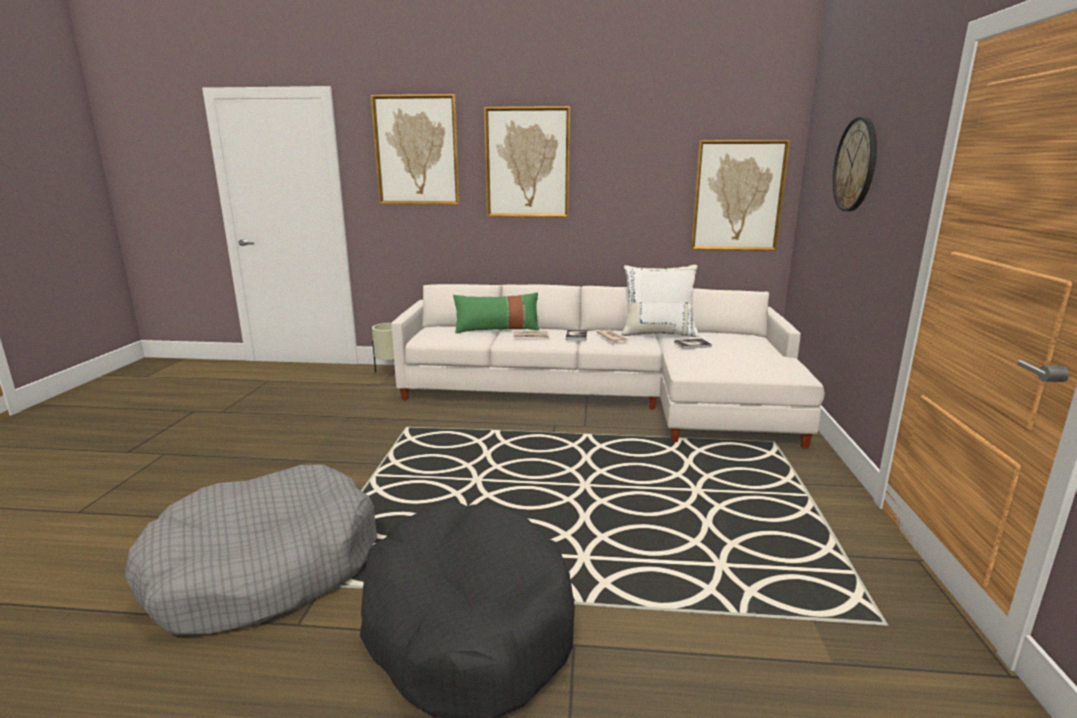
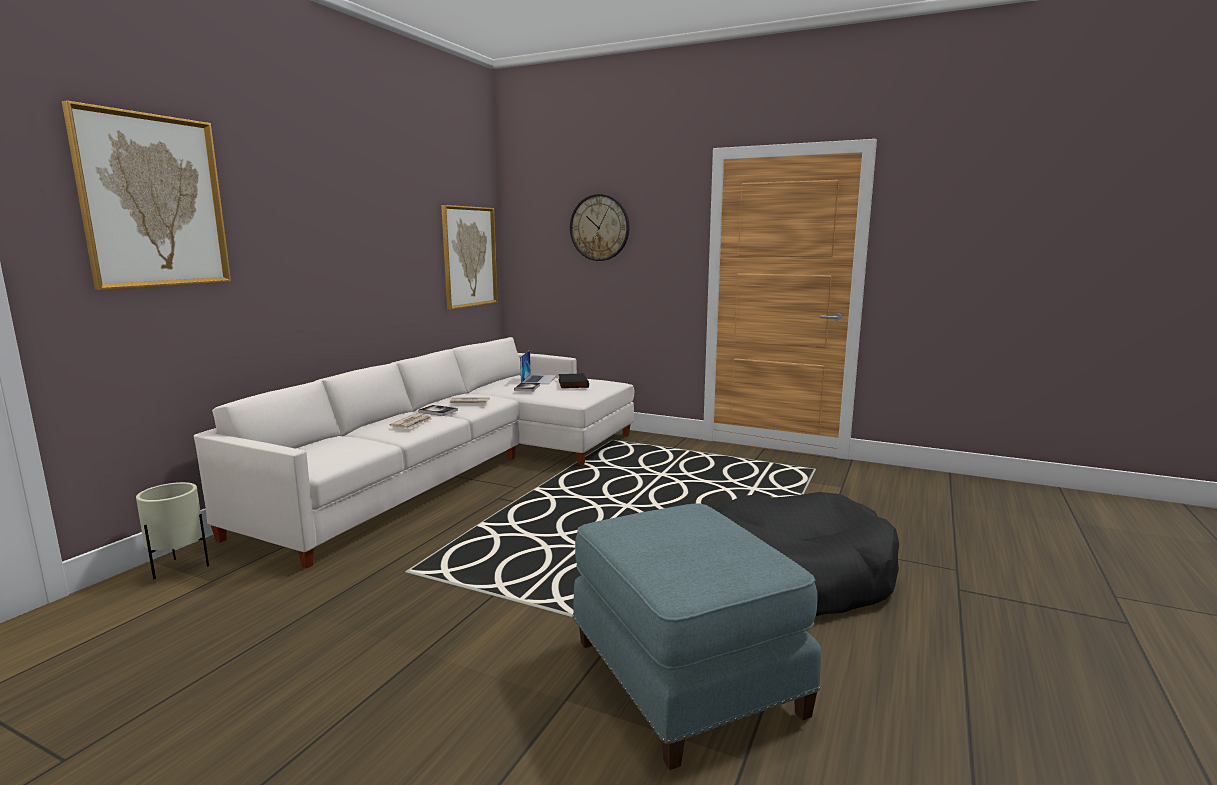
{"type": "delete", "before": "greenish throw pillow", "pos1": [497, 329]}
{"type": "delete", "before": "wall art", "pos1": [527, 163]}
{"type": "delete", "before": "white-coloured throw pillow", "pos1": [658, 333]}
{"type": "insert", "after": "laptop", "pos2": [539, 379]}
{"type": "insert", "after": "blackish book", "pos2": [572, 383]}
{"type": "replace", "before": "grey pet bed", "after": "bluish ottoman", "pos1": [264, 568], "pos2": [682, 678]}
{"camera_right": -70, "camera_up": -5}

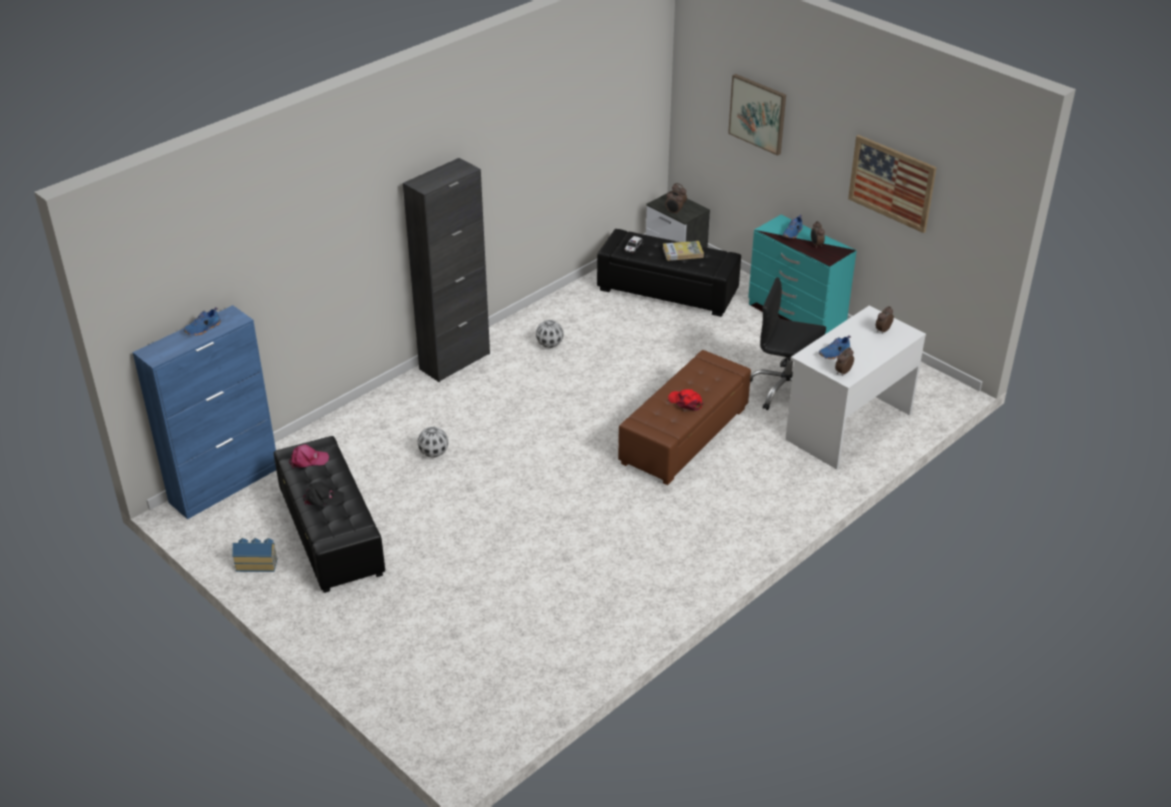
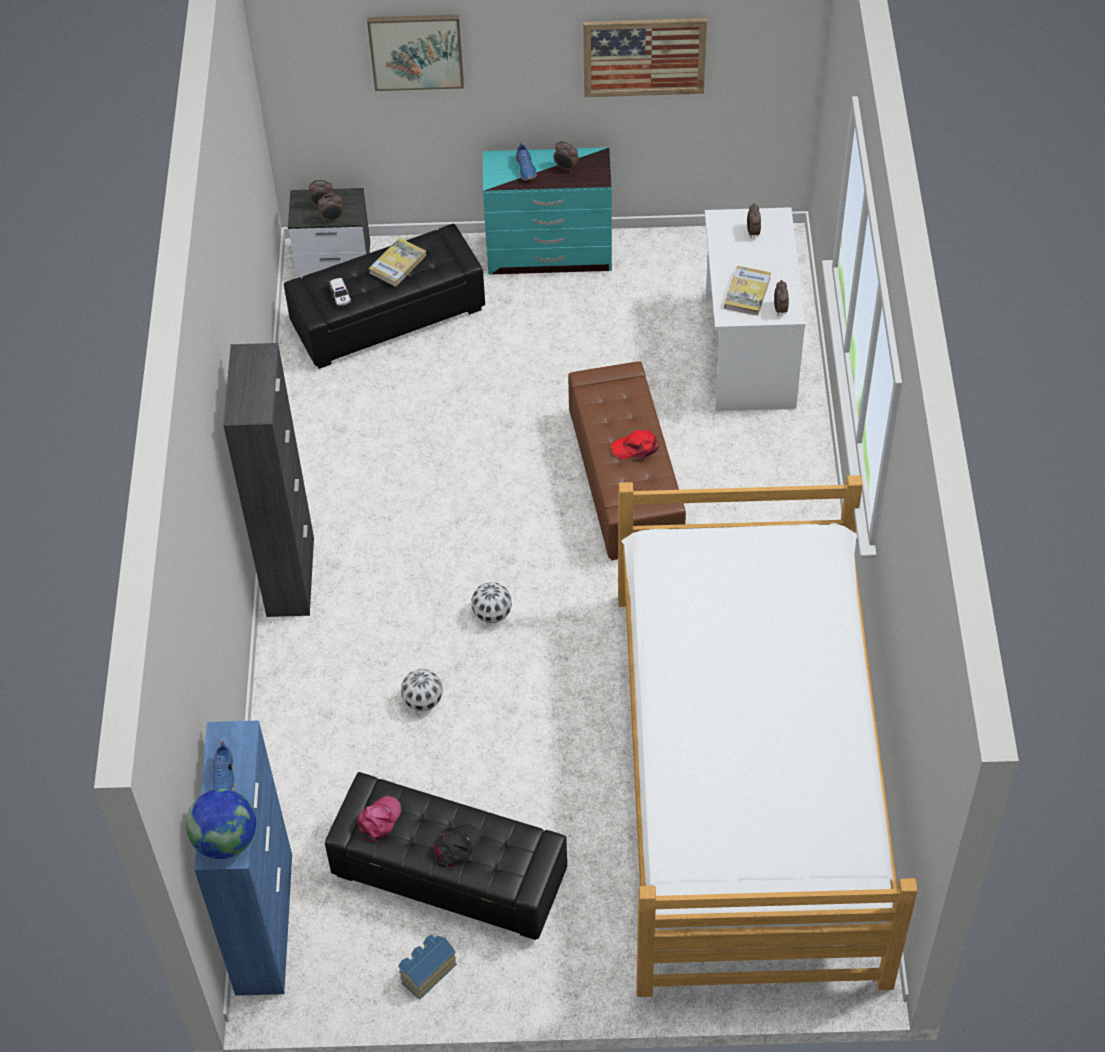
{"type": "delete", "before": "blackish desk chair", "pos1": [785, 390]}
{"type": "insert", "after": "world globe", "pos2": [225, 840]}
{"type": "insert", "after": "bed", "pos2": [745, 782]}
{"type": "move", "before": "ball for football", "pos1": [549, 345], "pos2": [492, 614]}
{"type": "replace", "before": "bluish shoe", "after": "book", "pos1": [834, 353], "pos2": [747, 293]}
{"camera_right": -45, "camera_up": 15}

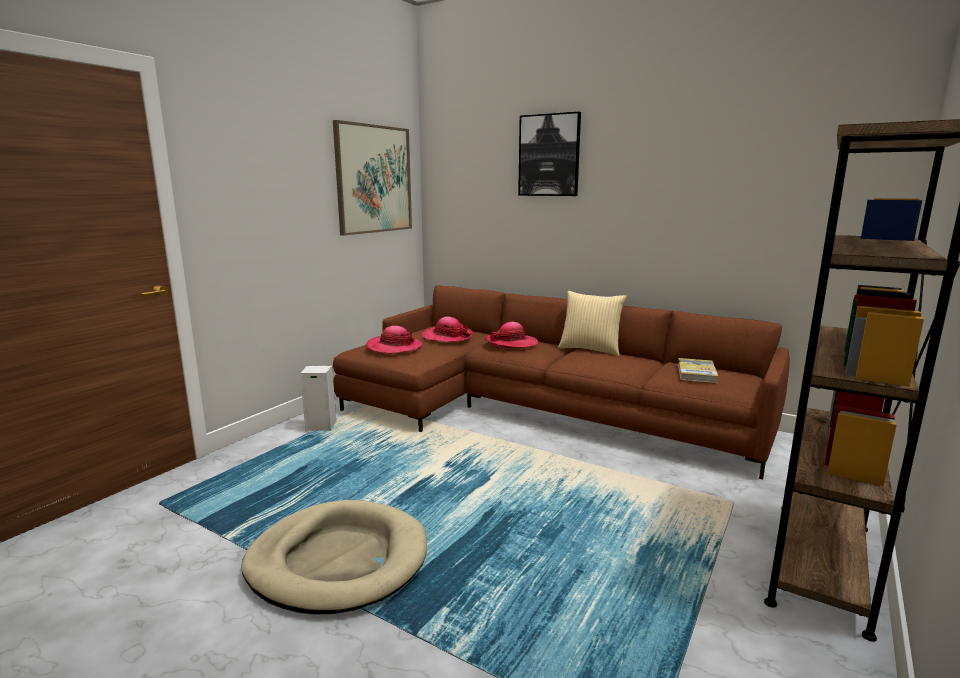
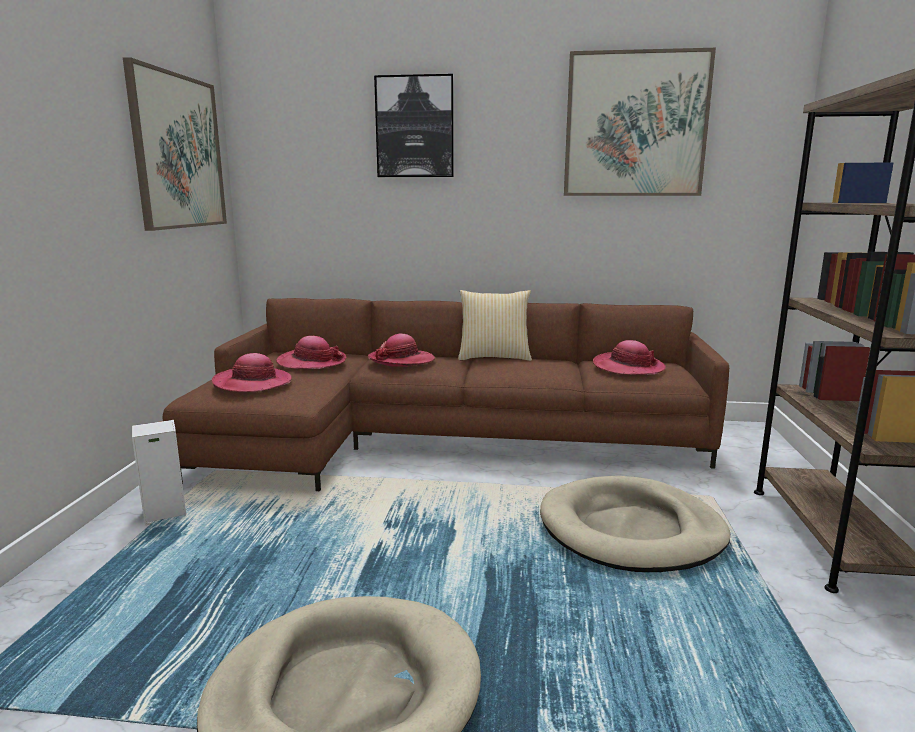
{"type": "insert", "after": "sand-coloured pet bed", "pos2": [631, 530]}
{"type": "insert", "after": "wall art", "pos2": [635, 125]}
{"type": "replace", "before": "book", "after": "wearable hat", "pos1": [696, 373], "pos2": [628, 367]}
{"camera_right": -25, "camera_up": 0}

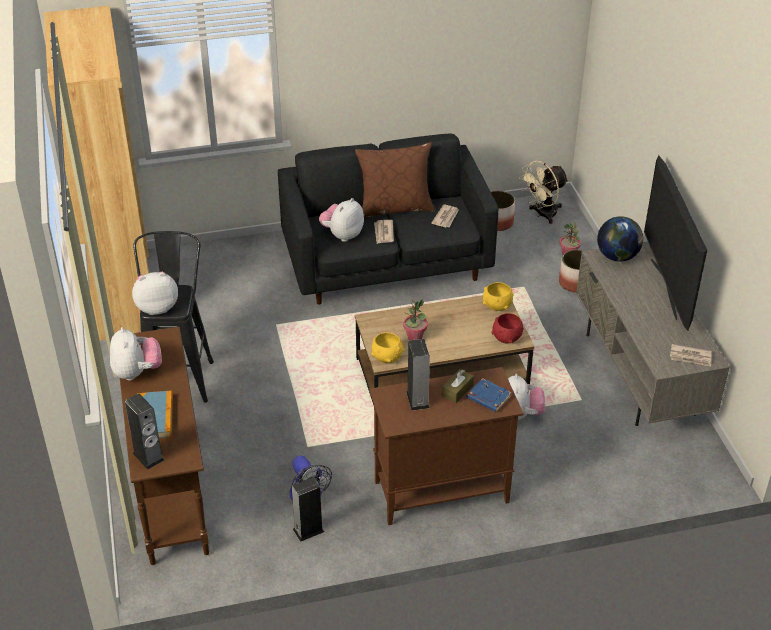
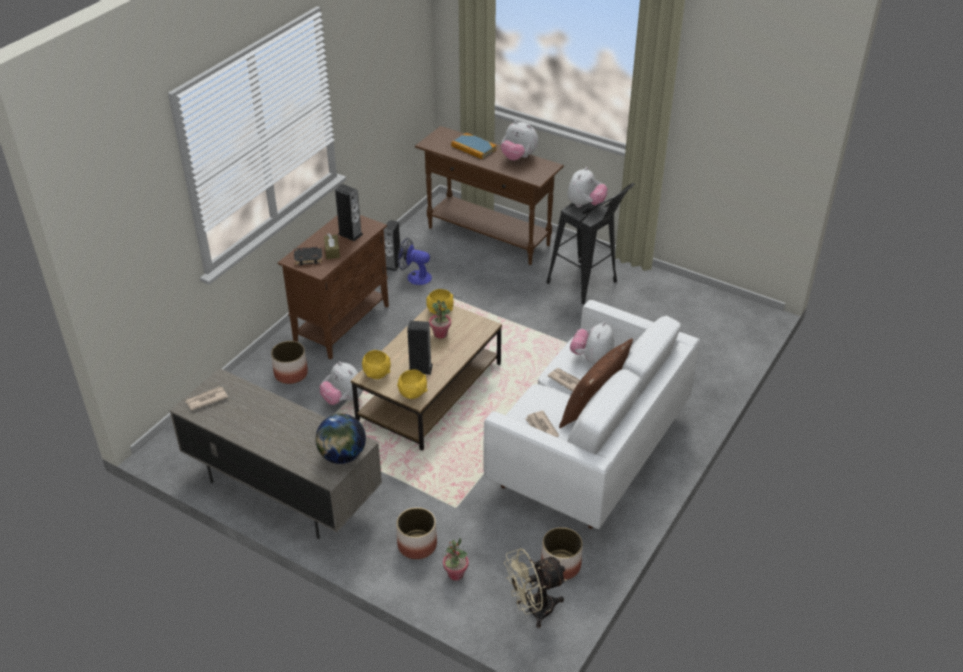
{"type": "delete", "before": "brown bookcase", "pos1": [124, 293]}
{"type": "delete", "before": "television", "pos1": [665, 288]}
{"type": "insert", "after": "flower pot", "pos2": [291, 373]}
{"type": "move", "before": "audio speaker", "pos1": [148, 456], "pos2": [420, 368]}
{"type": "recolor", "before": "blackish settee", "after": "white-coloured settee", "pos1": [387, 264], "pos2": [587, 450]}
{"type": "recolor", "before": "bluish book", "after": "blackish book", "pos1": [488, 398], "pos2": [308, 257]}
{"type": "recolor", "before": "red bowl", "after": "yellowish bowl", "pos1": [506, 338], "pos2": [377, 373]}
{"type": "rotate", "before": "plush toy", "pos1": [342, 235], "pos2": [592, 359], "turn": -150}
{"type": "rotate", "before": "sand-coloured fan", "pos1": [542, 214], "pos2": [533, 609], "turn": -120}
{"camera_right": 135, "camera_up": 0}

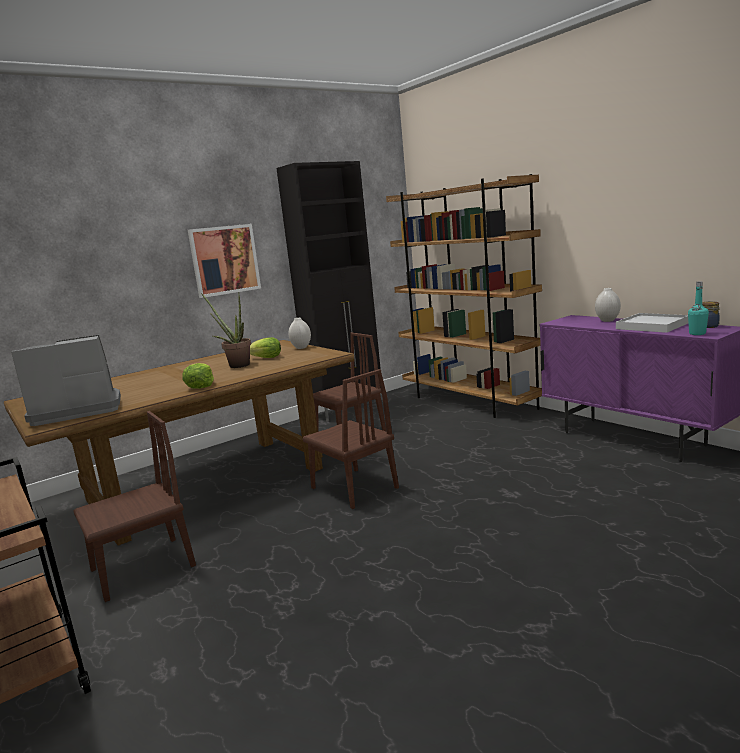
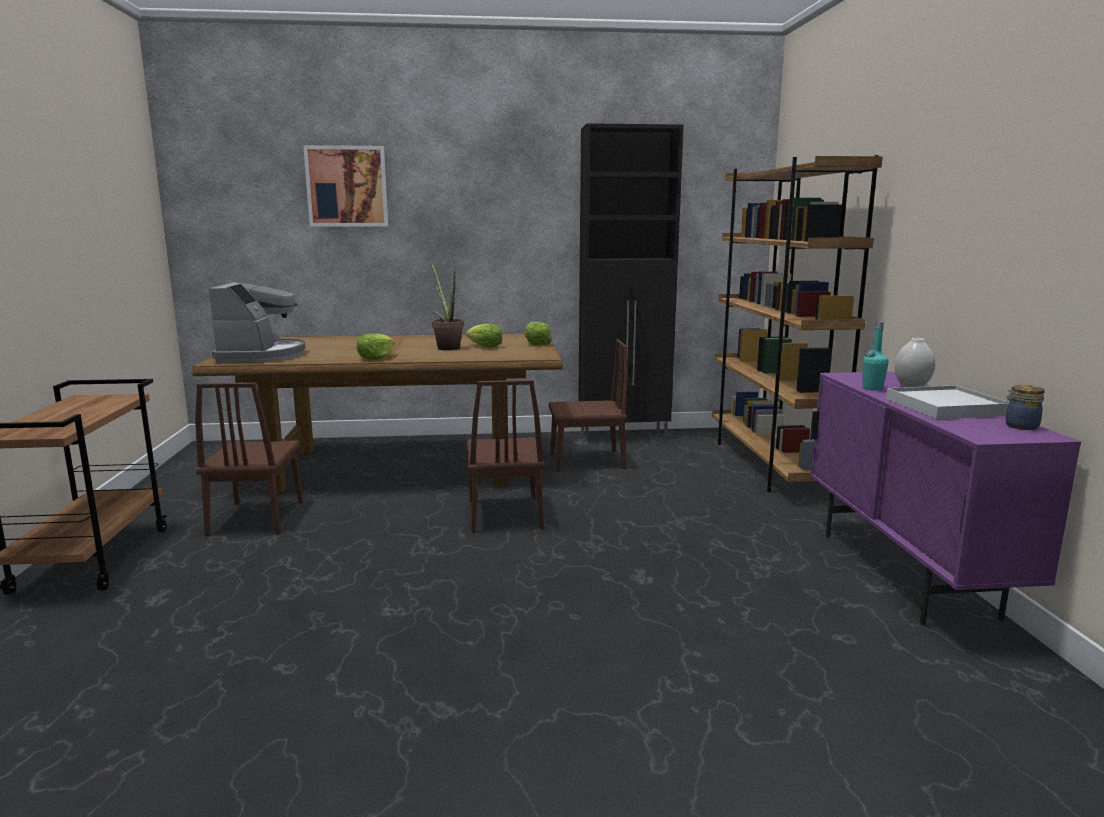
{"type": "move", "before": "wall art", "pos1": [224, 260], "pos2": [347, 186]}
{"type": "move", "before": "turquoise beverage bottle", "pos1": [697, 333], "pos2": [872, 388]}
{"type": "replace", "before": "white-coloured decorative vase", "after": "lettuce head", "pos1": [301, 348], "pos2": [536, 344]}
{"type": "rotate", "before": "coffee machine", "pos1": [76, 410], "pos2": [261, 355], "turn": 75}
{"type": "rotate", "before": "brown chair", "pos1": [142, 568], "pos2": [256, 518], "turn": 90}
{"camera_right": 30, "camera_up": 0}

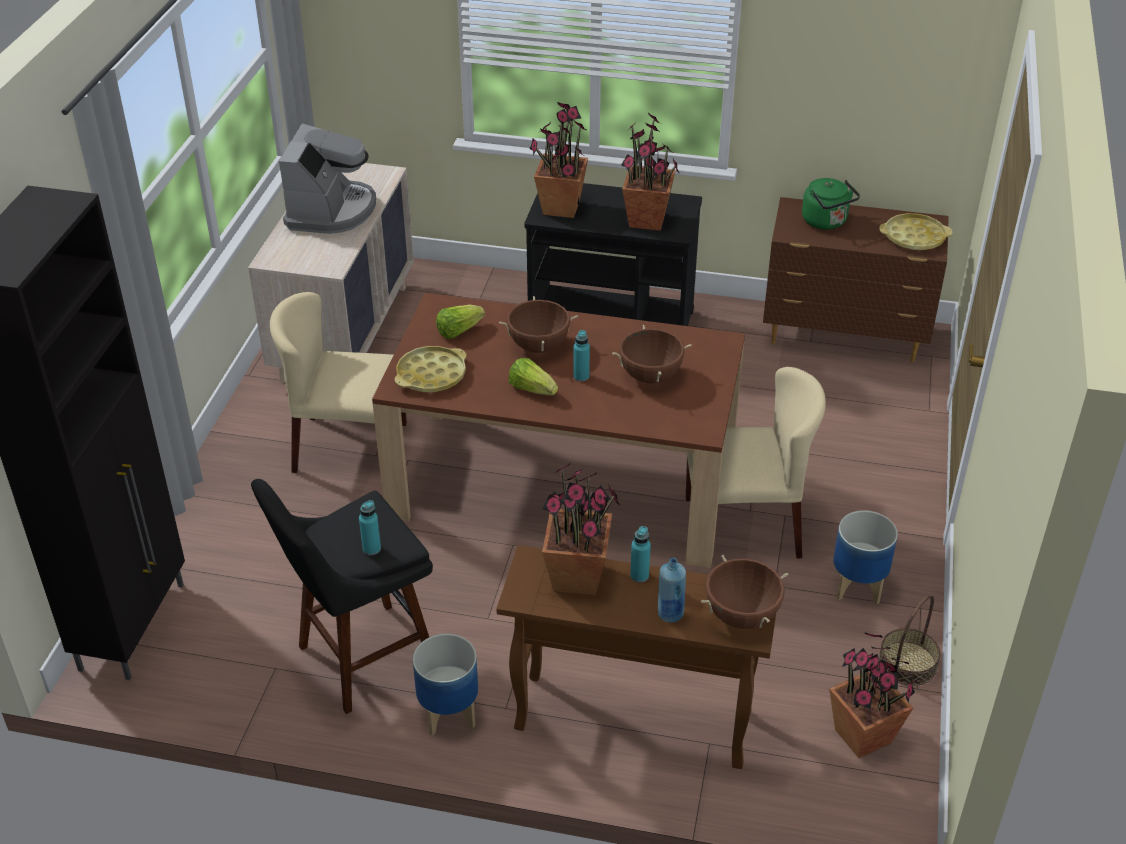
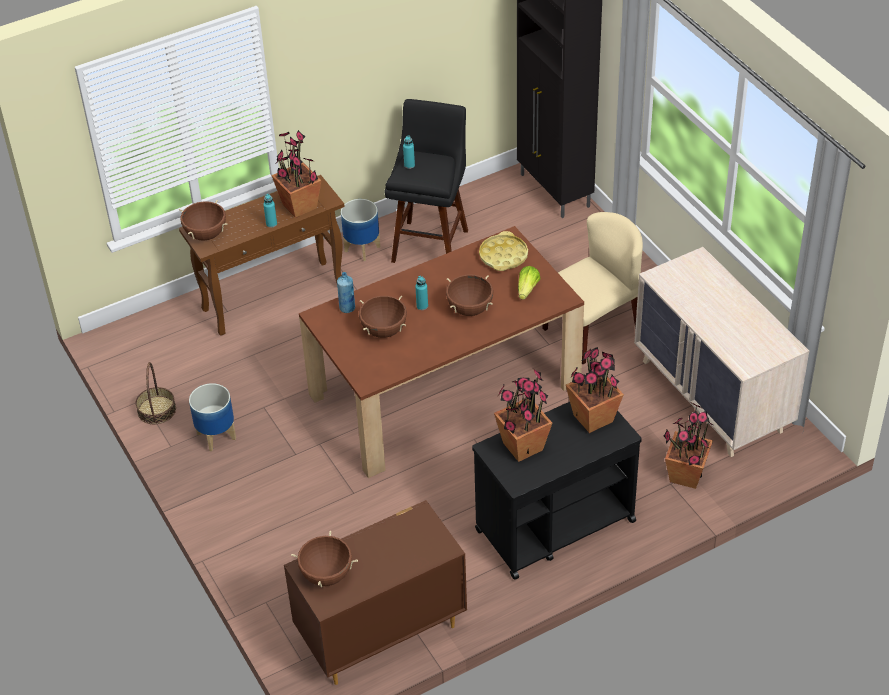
{"type": "delete", "before": "coffee machine", "pos1": [331, 211]}
{"type": "delete", "before": "lettuce head", "pos1": [532, 389]}
{"type": "delete", "before": "sand-coloured chair", "pos1": [743, 526]}
{"type": "delete", "before": "greenish kettle", "pos1": [826, 222]}
{"type": "move", "before": "bluish beverage bottle", "pos1": [670, 614], "pos2": [347, 308]}
{"type": "move", "before": "houseplant", "pos1": [863, 737], "pos2": [685, 475]}
{"type": "replace", "before": "yellowish carrying tray", "after": "brown saucepot", "pos1": [914, 237], "pos2": [327, 575]}
{"camera_right": 140, "camera_up": 5}

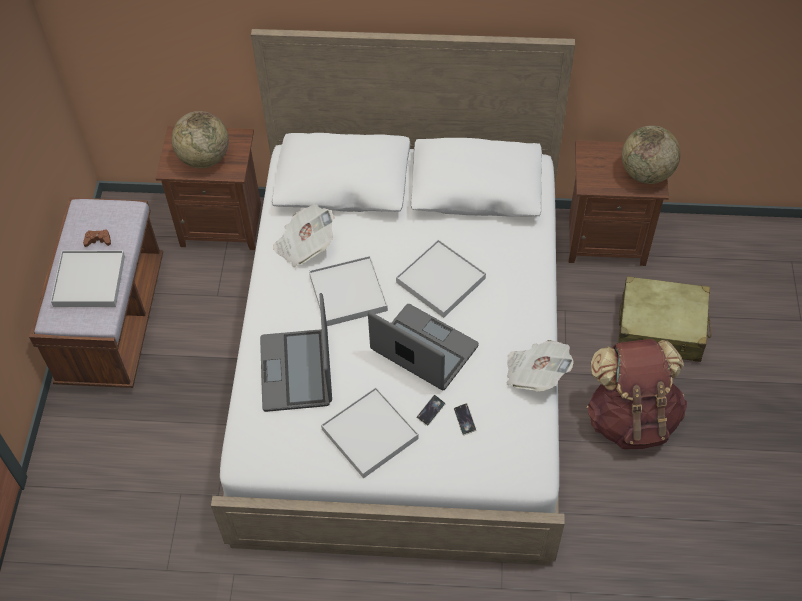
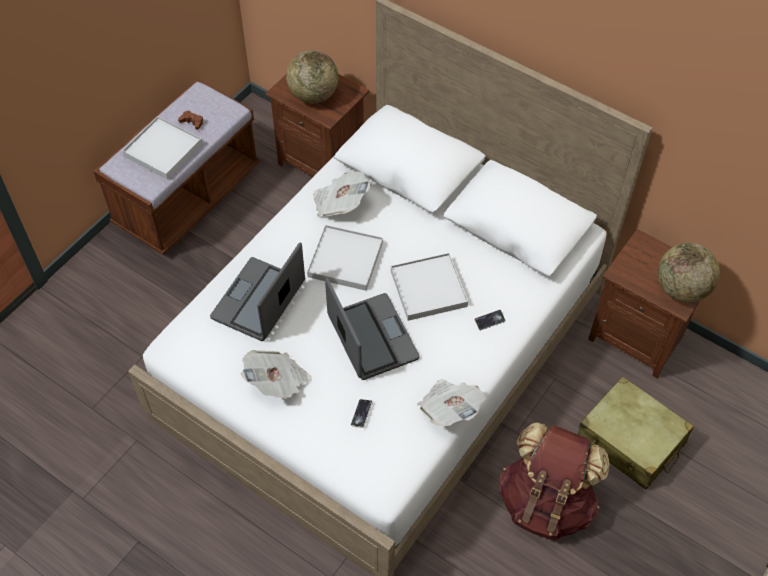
{"type": "move", "before": "telephone", "pos1": [431, 411], "pos2": [489, 321]}
{"type": "replace", "before": "white-coloured carrying tray", "after": "daily paper", "pos1": [370, 434], "pos2": [278, 382]}
{"camera_right": 30, "camera_up": 0}

